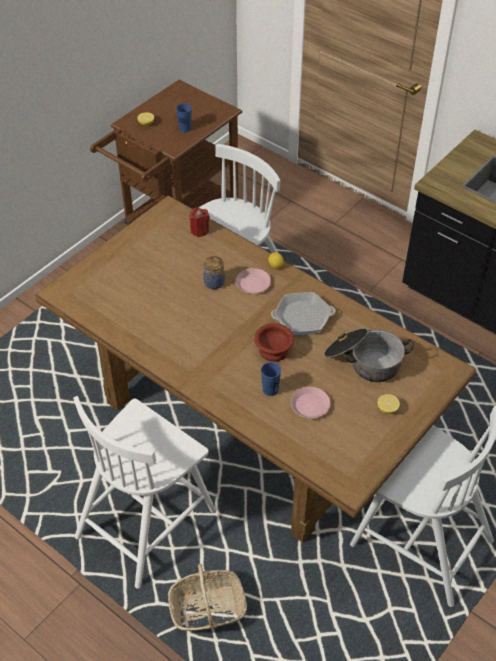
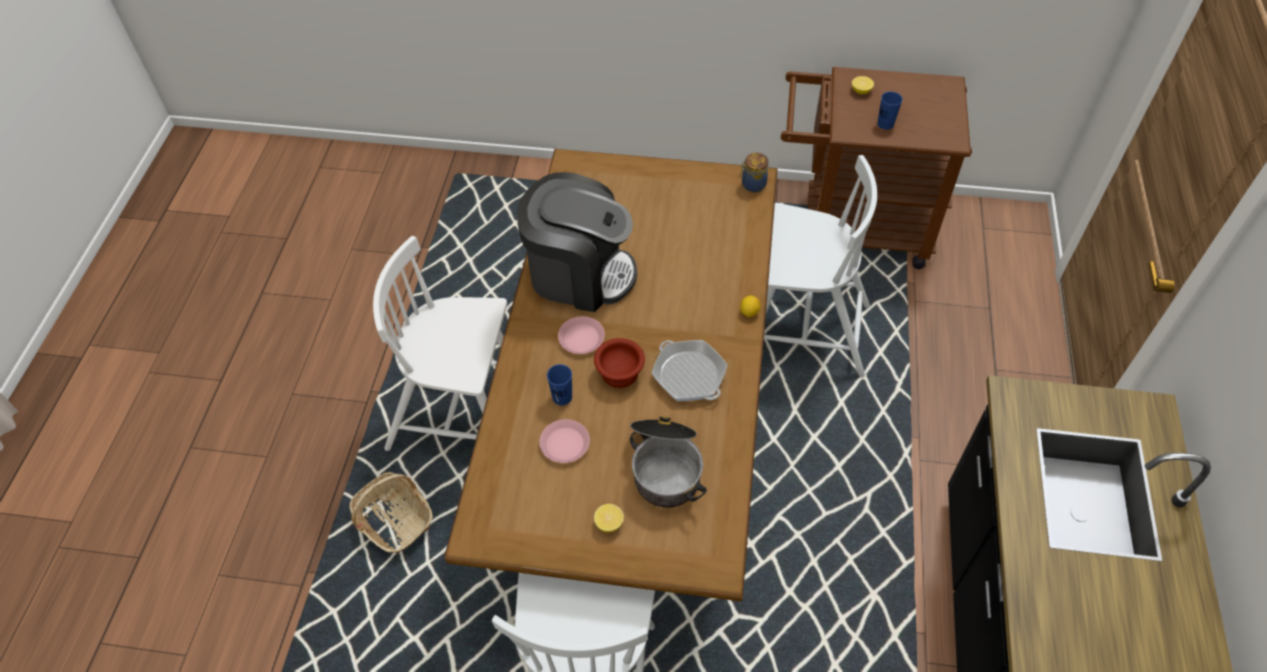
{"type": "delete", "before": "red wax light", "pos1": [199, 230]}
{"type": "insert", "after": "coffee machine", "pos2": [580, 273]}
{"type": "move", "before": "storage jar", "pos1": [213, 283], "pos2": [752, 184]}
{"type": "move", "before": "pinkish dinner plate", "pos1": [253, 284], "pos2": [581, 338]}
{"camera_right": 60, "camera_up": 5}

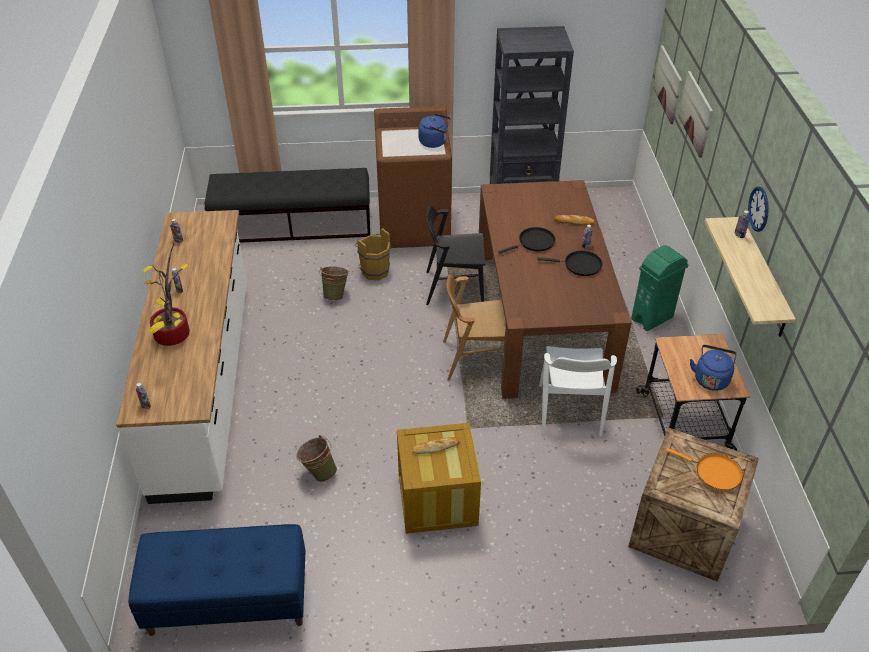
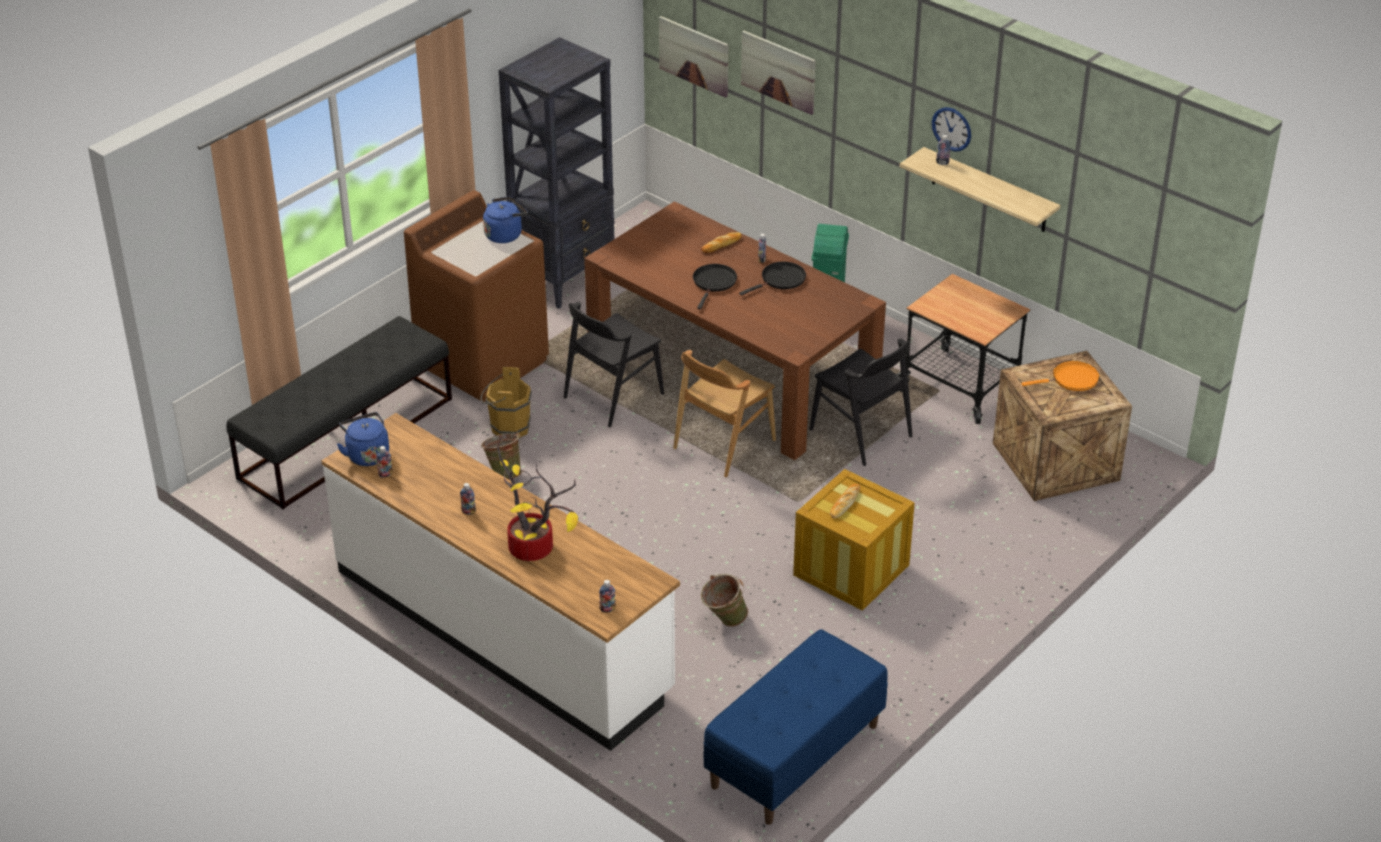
{"type": "move", "before": "bluish kettle", "pos1": [711, 378], "pos2": [366, 454]}
{"type": "recolor", "before": "white-coloured chair", "after": "blackish chair", "pos1": [569, 410], "pos2": [861, 433]}
{"camera_right": -45, "camera_up": -5}

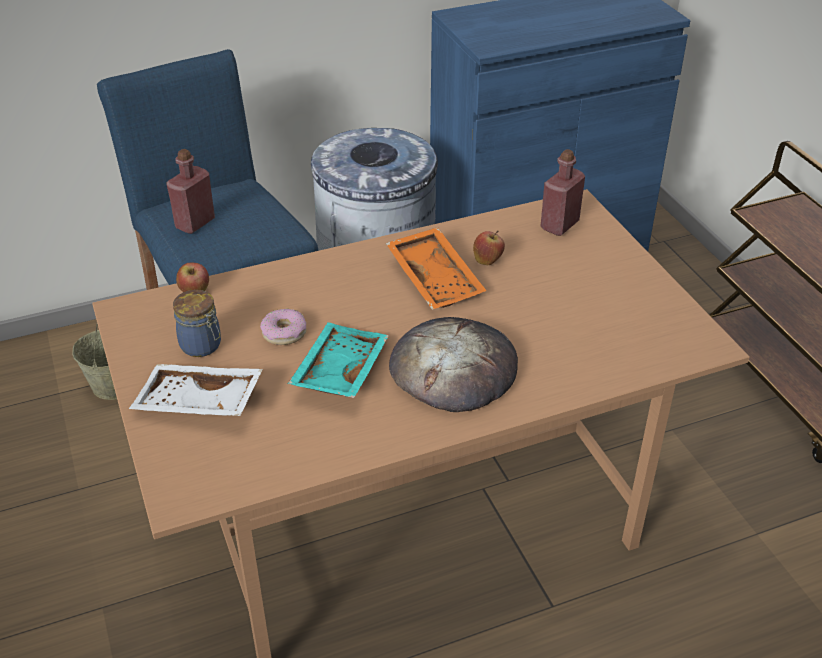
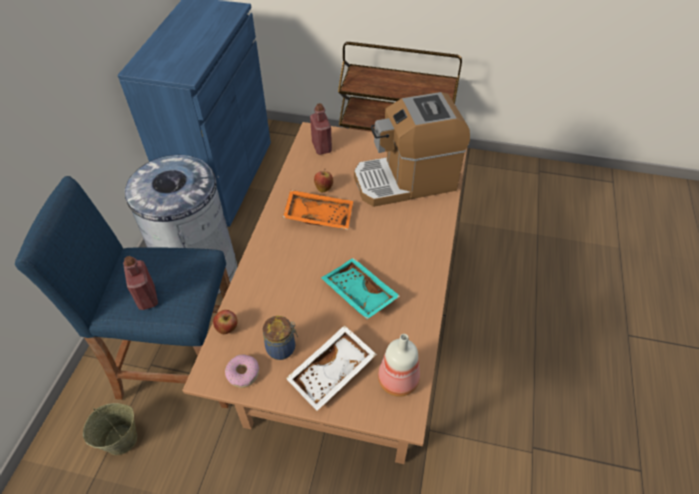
{"type": "delete", "before": "baked bread", "pos1": [453, 369]}
{"type": "insert", "after": "coffee machine", "pos2": [406, 180]}
{"type": "insert", "after": "beverage bottle", "pos2": [396, 379]}
{"type": "move", "before": "donut", "pos1": [284, 333], "pos2": [243, 373]}
{"camera_right": -55, "camera_up": 10}

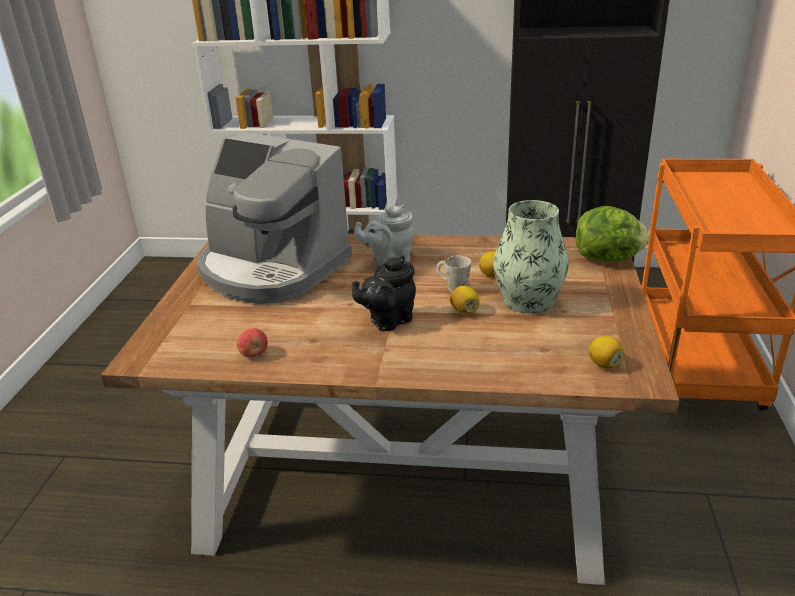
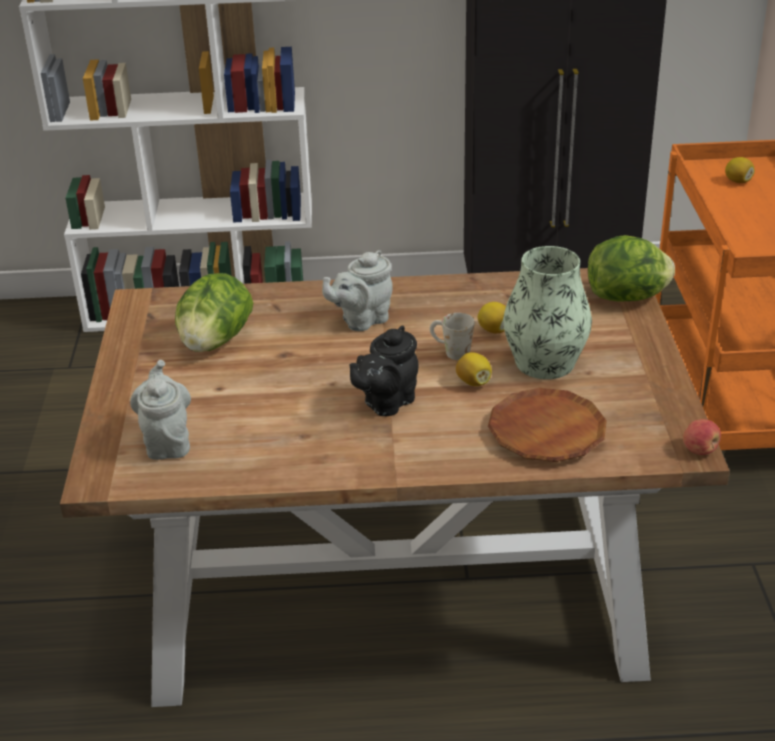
{"type": "insert", "after": "grey pot for tea", "pos2": [167, 442]}
{"type": "insert", "after": "brown dinner plate", "pos2": [546, 432]}
{"type": "move", "before": "apple fruit", "pos1": [254, 354], "pos2": [700, 450]}
{"type": "move", "before": "lemon", "pos1": [604, 364], "pos2": [738, 181]}
{"type": "replace", "before": "coffee machine", "after": "lettuce head", "pos1": [271, 269], "pos2": [215, 342]}
{"camera_right": -10, "camera_up": 5}

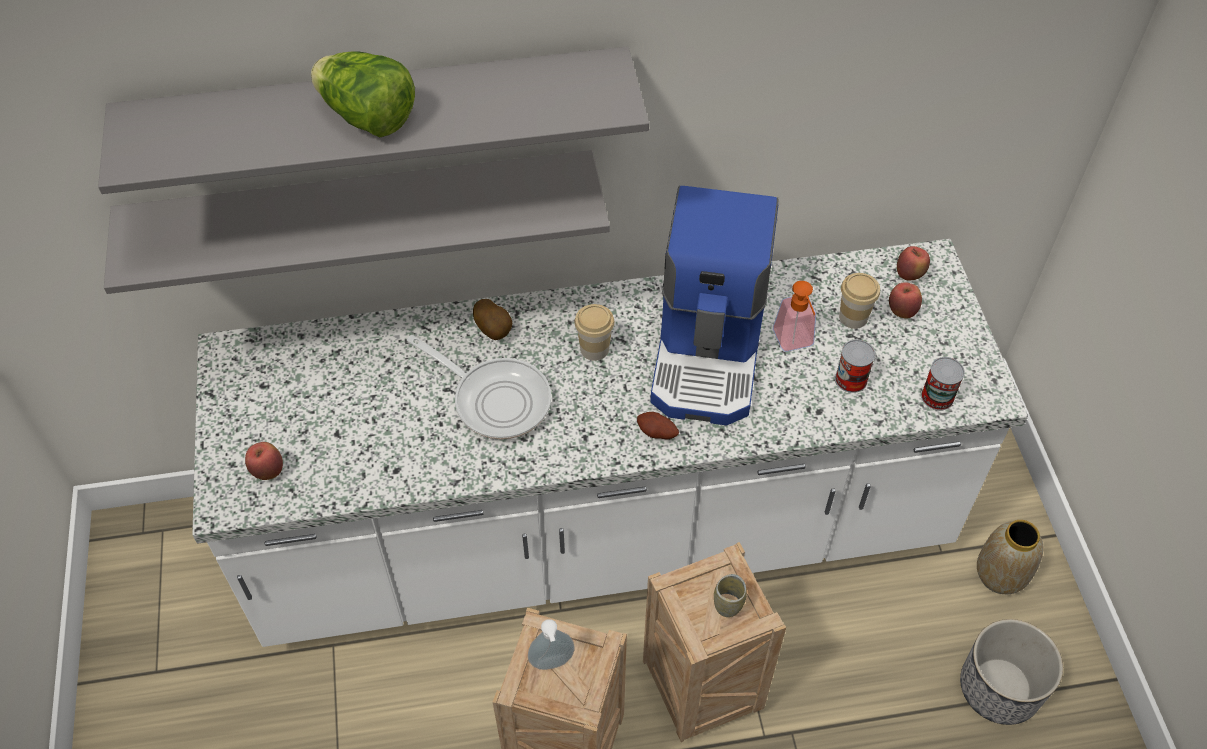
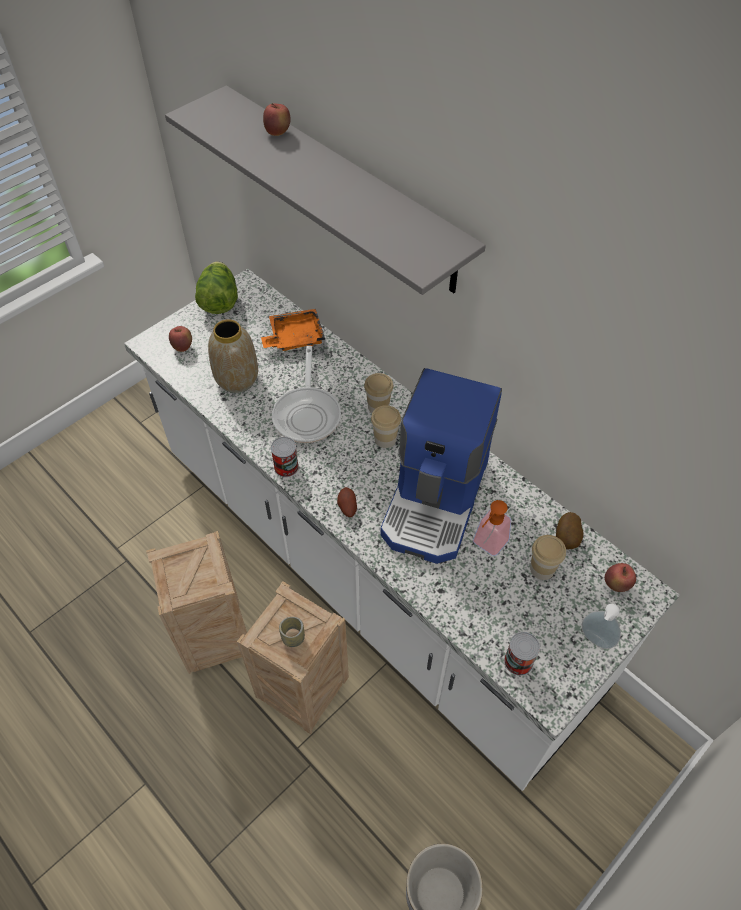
{"type": "delete", "before": "grey wall shelf", "pos1": [363, 210]}
{"type": "insert", "after": "orangey carrying tray", "pos2": [294, 337]}
{"type": "insert", "after": "drinking cup", "pos2": [378, 406]}
{"type": "move", "before": "lettuce head", "pos1": [368, 118], "pos2": [219, 301]}
{"type": "move", "before": "whole potato", "pos1": [494, 330], "pos2": [567, 539]}
{"type": "move", "before": "soap bottle", "pos1": [552, 664], "pos2": [594, 641]}
{"type": "move", "before": "can", "pos1": [851, 379], "pos2": [286, 467]}
{"type": "move", "before": "apple fruit", "pos1": [902, 311], "pos2": [278, 133]}
{"type": "move", "before": "decorative vase", "pos1": [1000, 575], "pos2": [236, 379]}
{"type": "rotate", "before": "coffee machine", "pos1": [710, 351], "pos2": [436, 500], "turn": -45}
{"camera_right": 55, "camera_up": 0}

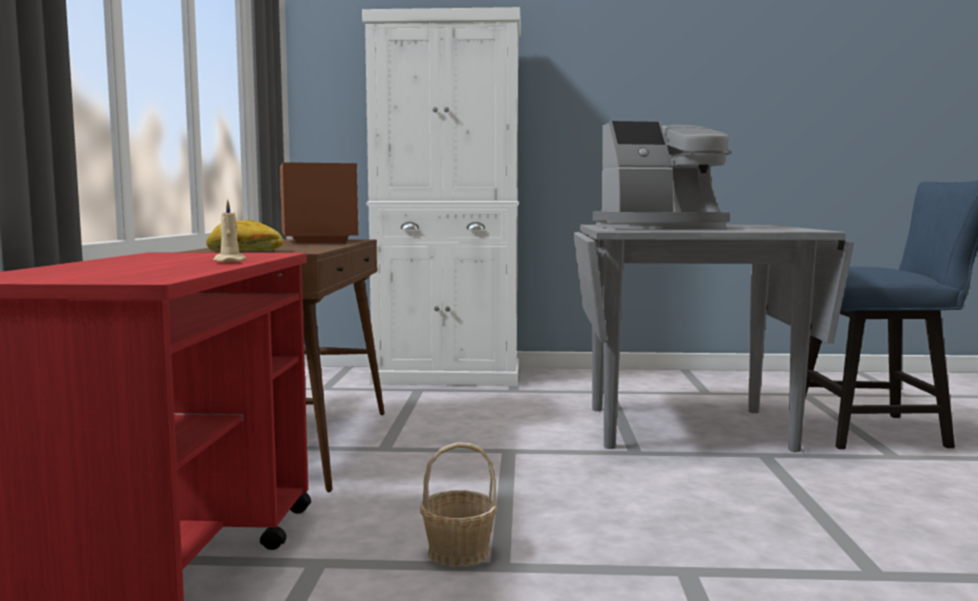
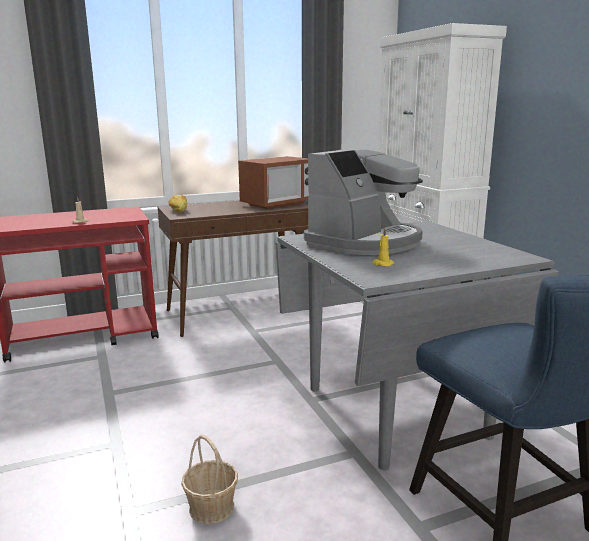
{"type": "insert", "after": "yellowish wax light", "pos2": [382, 264]}
{"type": "move", "before": "basket", "pos1": [458, 552], "pos2": [211, 507]}
{"type": "rotate", "before": "coffee machine", "pos1": [663, 228], "pos2": [365, 242], "turn": -105}
{"camera_right": 65, "camera_up": 10}

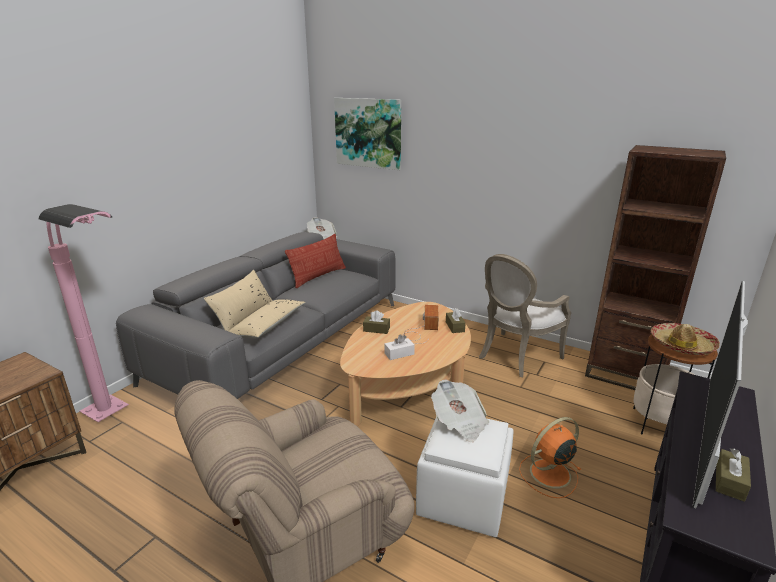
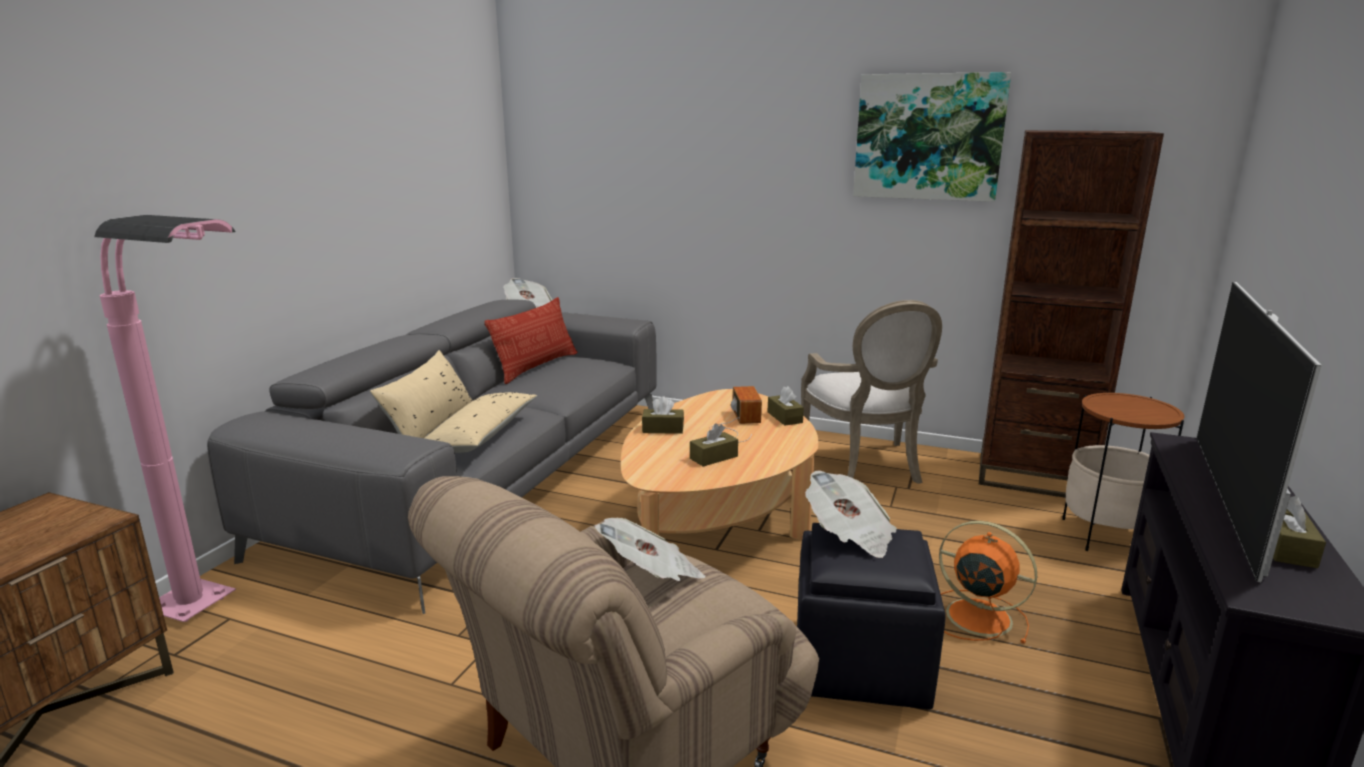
{"type": "delete", "before": "wearable hat", "pos1": [682, 345]}
{"type": "insert", "after": "daily paper", "pos2": [651, 575]}
{"type": "move", "before": "wall art", "pos1": [368, 133], "pos2": [928, 137]}
{"type": "recolor", "before": "white-coloured box of tissues", "after": "brown box of tissues", "pos1": [399, 354], "pos2": [713, 457]}
{"type": "recolor", "before": "white-coloured ottoman", "after": "blackish ottoman", "pos1": [463, 498], "pos2": [861, 664]}
{"type": "rotate", "before": "armchair", "pos1": [514, 357], "pos2": [866, 468], "turn": -45}
{"type": "rotate", "before": "orangey fan", "pos1": [548, 474], "pos2": [975, 616], "turn": 75}
{"camera_right": -10, "camera_up": -5}

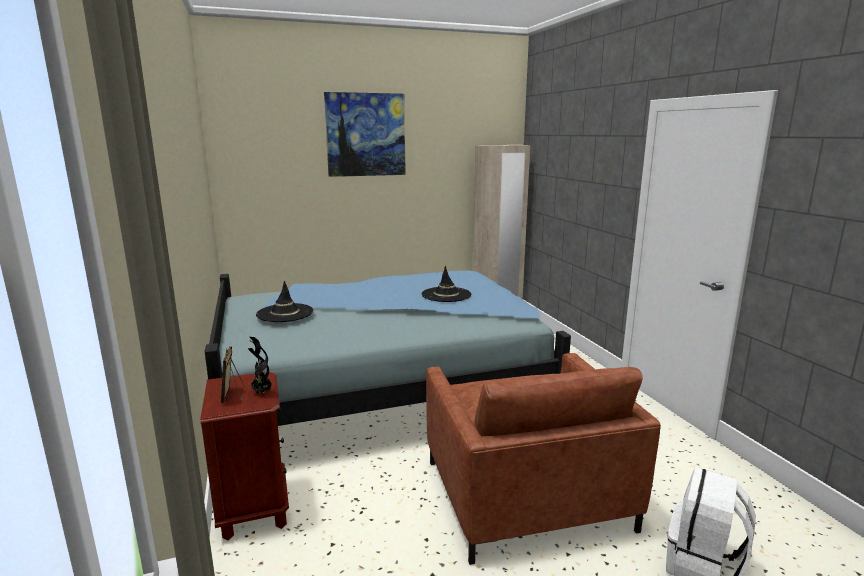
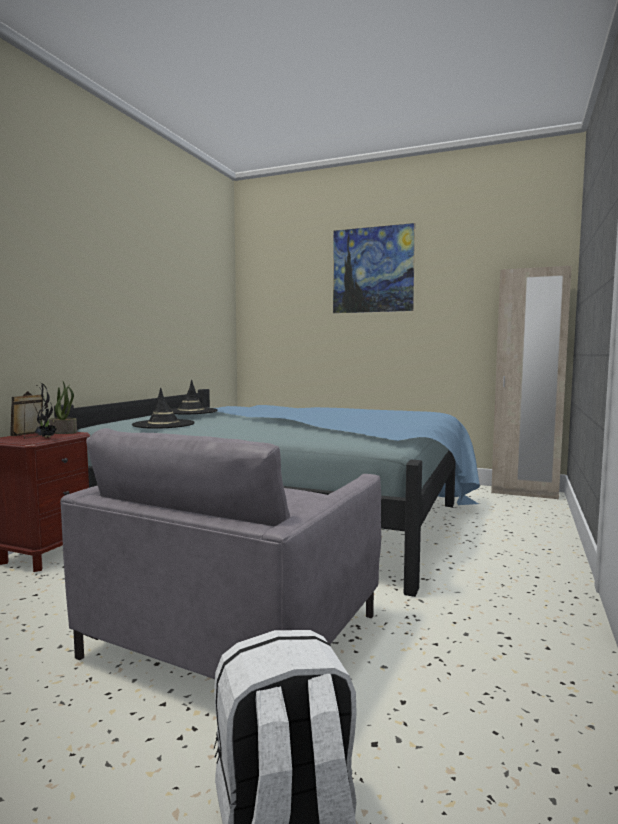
{"type": "insert", "after": "houseplant", "pos2": [64, 432]}
{"type": "move", "before": "blackish wearable hat", "pos1": [446, 295], "pos2": [163, 424]}
{"type": "recolor", "before": "brown armchair", "after": "grey armchair", "pos1": [525, 494], "pos2": [234, 635]}
{"camera_right": 40, "camera_up": -10}

